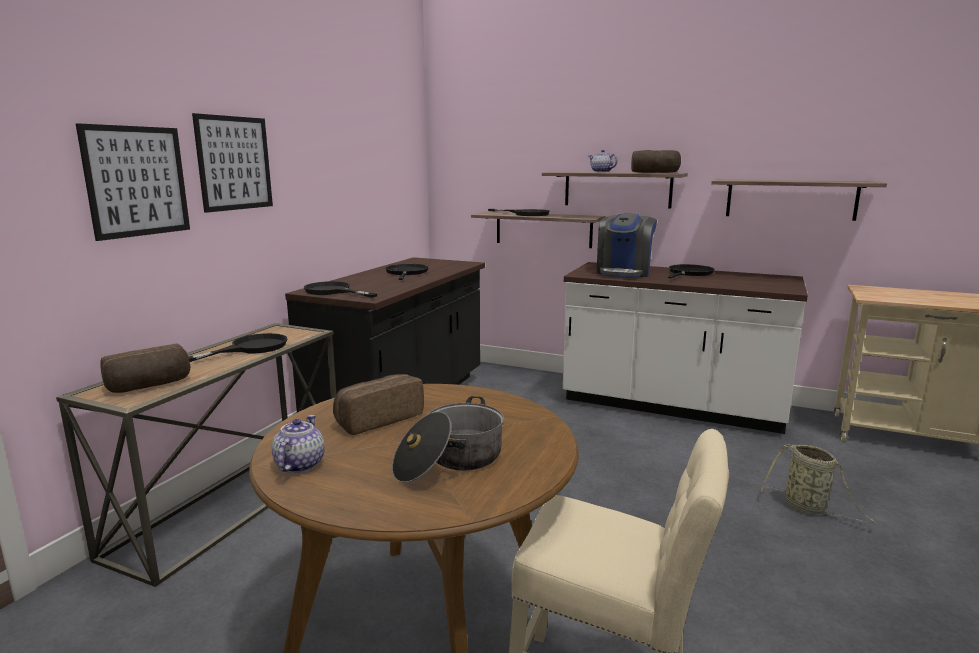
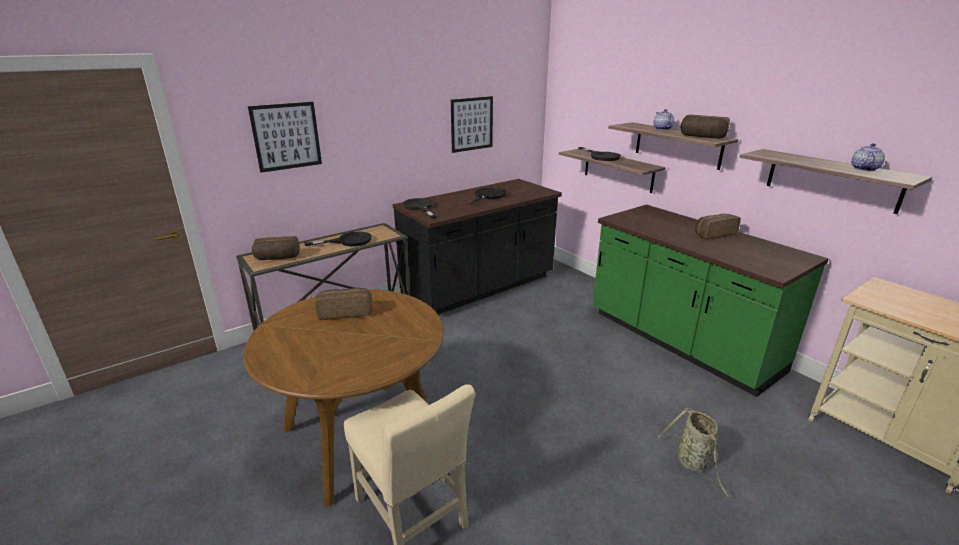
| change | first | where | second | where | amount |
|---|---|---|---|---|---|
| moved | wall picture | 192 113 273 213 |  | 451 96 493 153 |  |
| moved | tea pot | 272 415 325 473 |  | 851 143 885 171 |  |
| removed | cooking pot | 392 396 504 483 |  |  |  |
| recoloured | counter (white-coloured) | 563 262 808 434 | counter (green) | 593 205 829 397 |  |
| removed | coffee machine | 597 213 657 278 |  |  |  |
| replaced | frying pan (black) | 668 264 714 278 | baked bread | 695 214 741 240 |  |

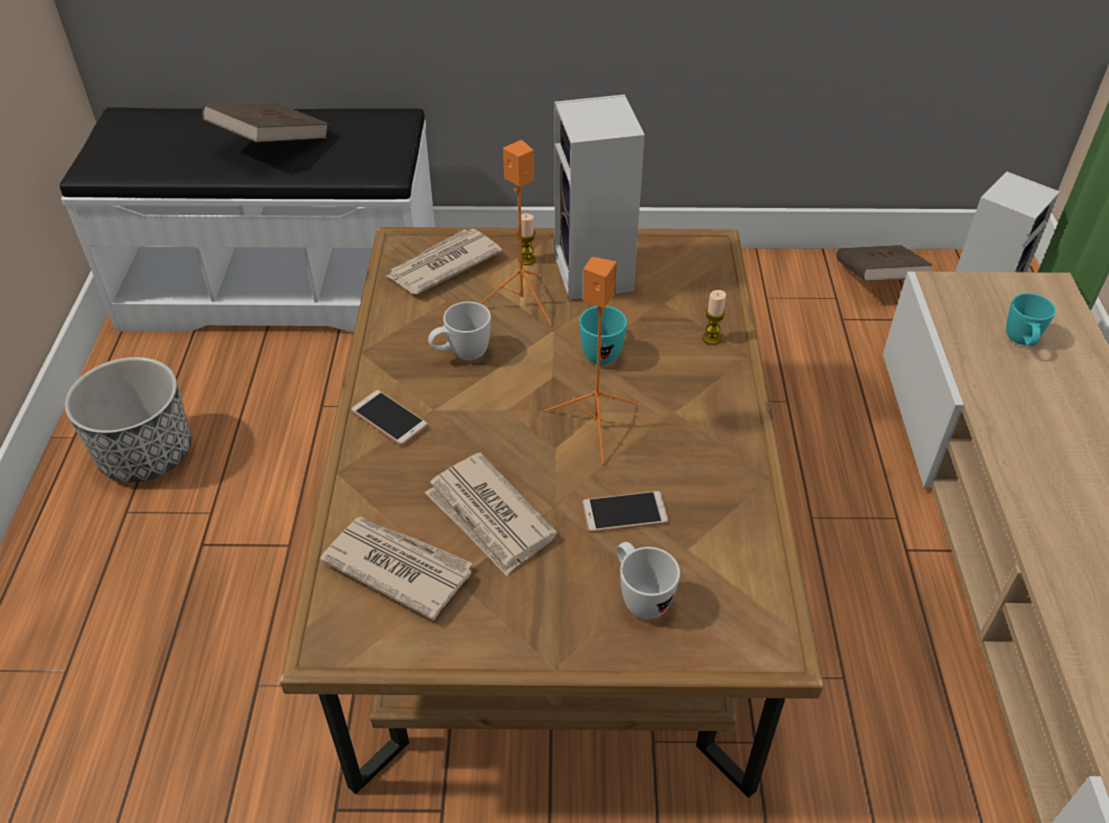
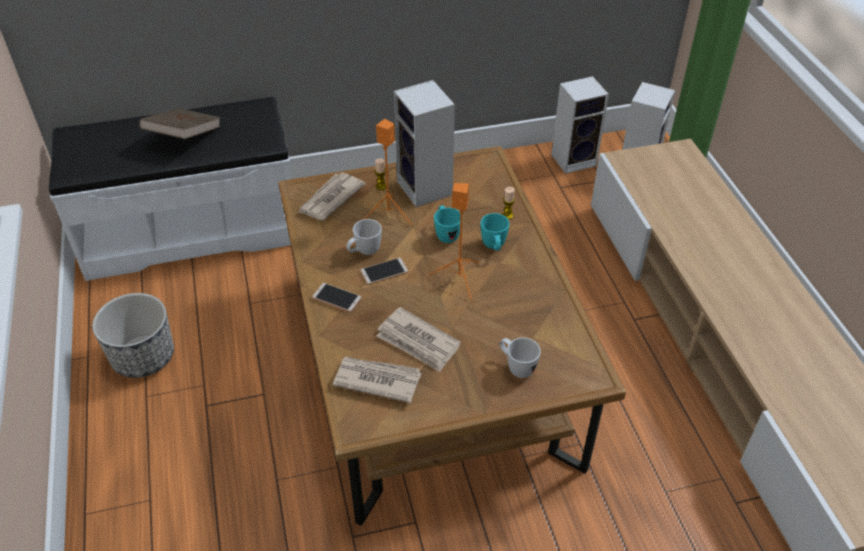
| change | first | where | second | where | amount |
|---|---|---|---|---|---|
| moved | handset | 582 491 669 533 |  | 360 257 409 285 |  |
| replaced | bound book (brownish) | 836 245 933 282 | loudspeaker | 551 76 609 174 |  |
| moved | coffee mug (turquoise-coloured) | 1006 293 1056 346 |  | 481 213 509 251 |  |

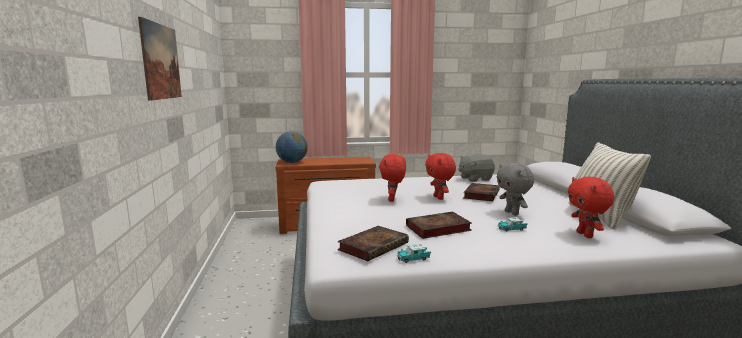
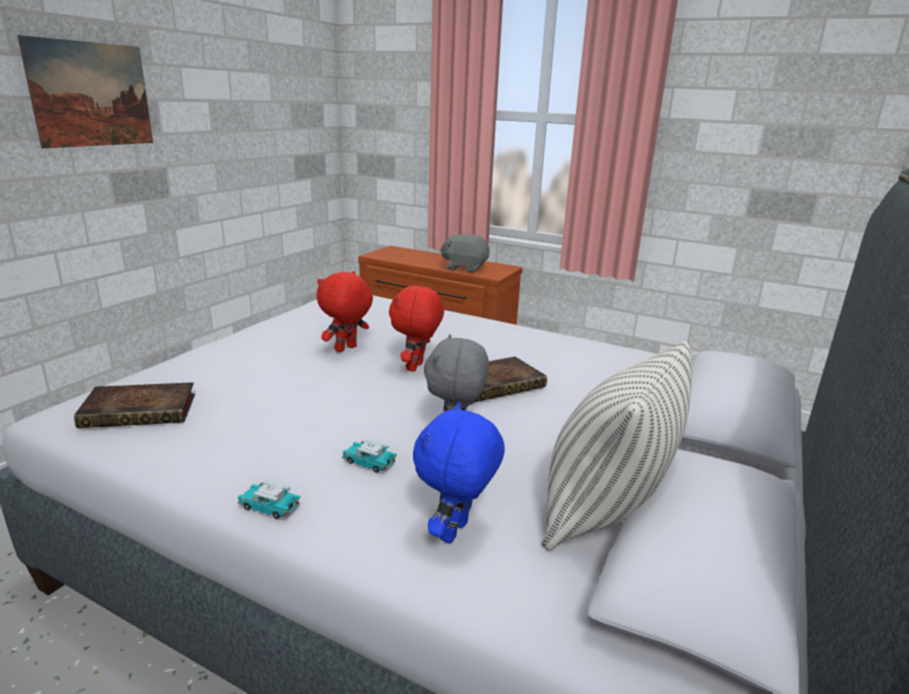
| change | first | where | second | where | amount |
|---|---|---|---|---|---|
| removed | world globe | 276 131 308 163 |  |  |  |
| moved | toy car | 397 244 431 263 |  | 237 481 301 519 |  |
| removed | bound book | 406 212 472 239 |  |  |  |
| moved | plush toy (greyish) | 458 154 495 182 |  | 440 234 489 273 |  |
| recoloured | plush toy (reddish) | 568 177 615 238 | plush toy (bluish) | 413 402 505 543 |  |

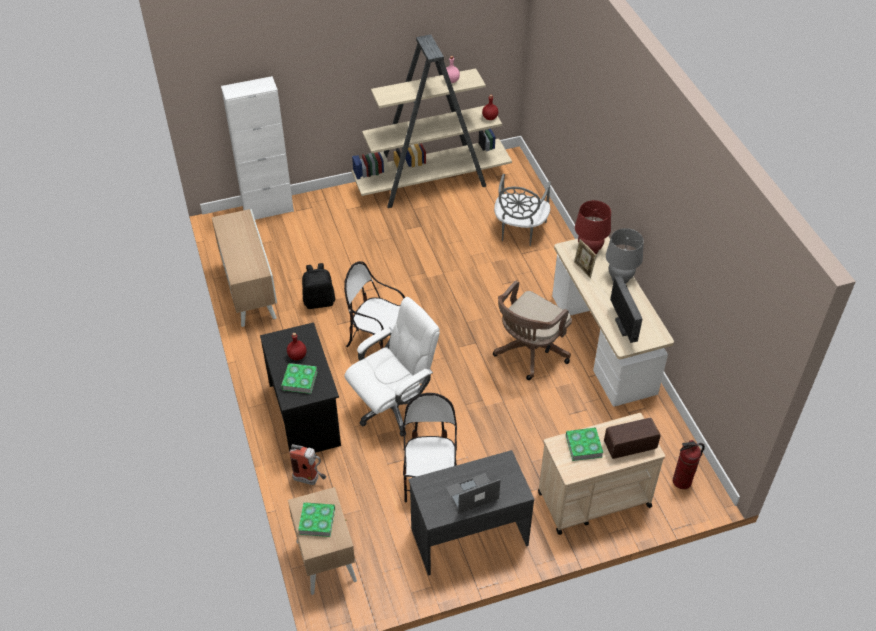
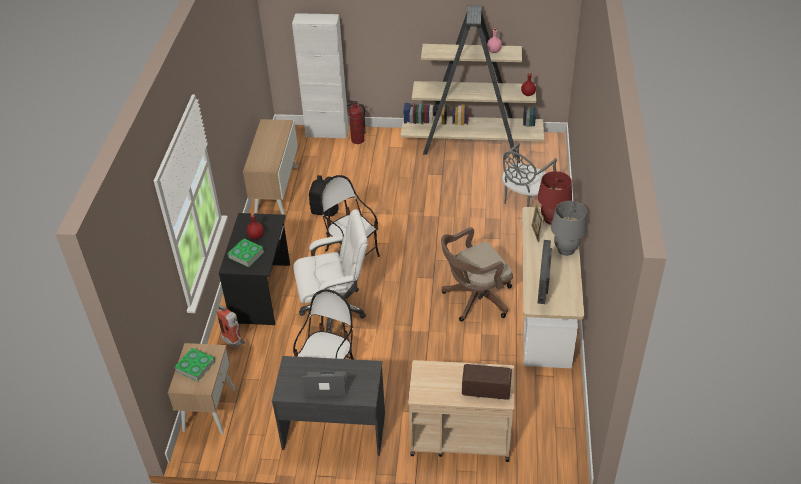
| change | first | where | second | where | amount |
|---|---|---|---|---|---|
| removed | bound book | 566 427 604 461 |  |  |  |
| moved | fire-fighting cylinder | 673 440 705 489 |  | 347 100 366 144 |  |

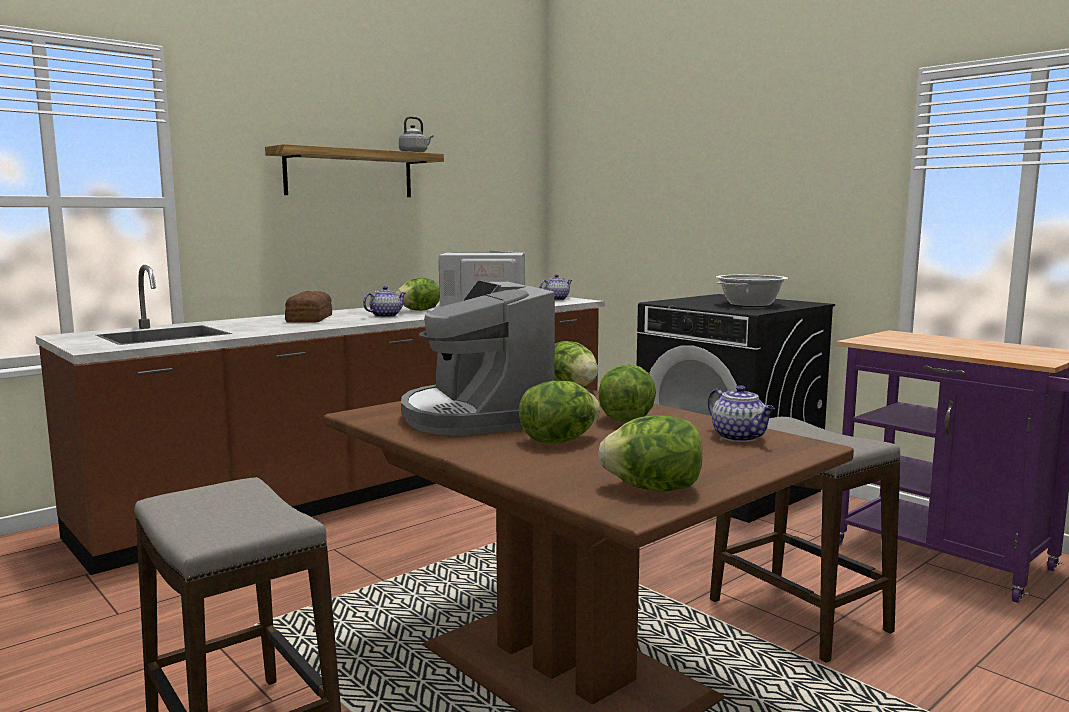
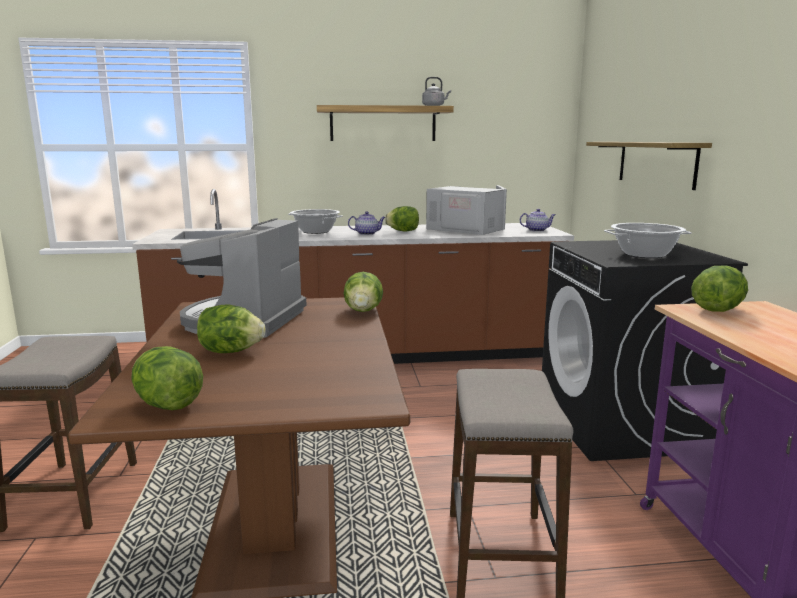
| change | first | where | second | where | amount |
|---|---|---|---|---|---|
| replaced | baked bread | 285 291 332 323 | cooking pot | 288 209 343 234 |  |
| moved | lettuce | 599 364 656 422 |  | 691 266 748 312 |  |
| removed | tea pot | 708 385 775 442 |  |  |  |
| added |  |  | wall shelf | 586 142 712 190 |  |

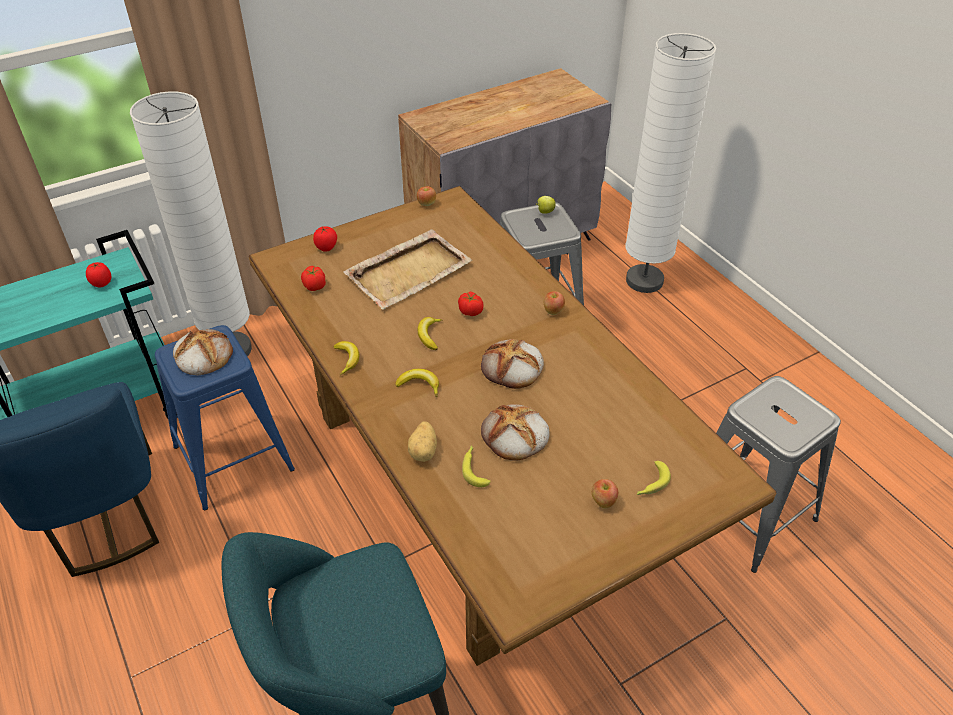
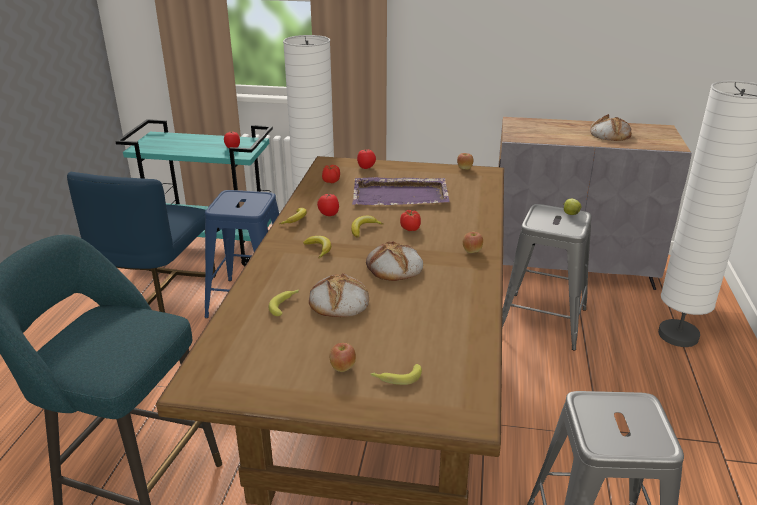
| change | first | where | second | where | amount |
|---|---|---|---|---|---|
| moved | baked bread | 173 329 233 375 |  | 590 114 632 141 |  |
| recoloured | tray (beige) | 344 229 473 310 | tray (purple-coloured) | 352 177 450 205 |  |
| removed | whole potato | 408 421 437 462 |  |  |  |
| added |  |  | fresh tomato | 317 193 339 216 |  |

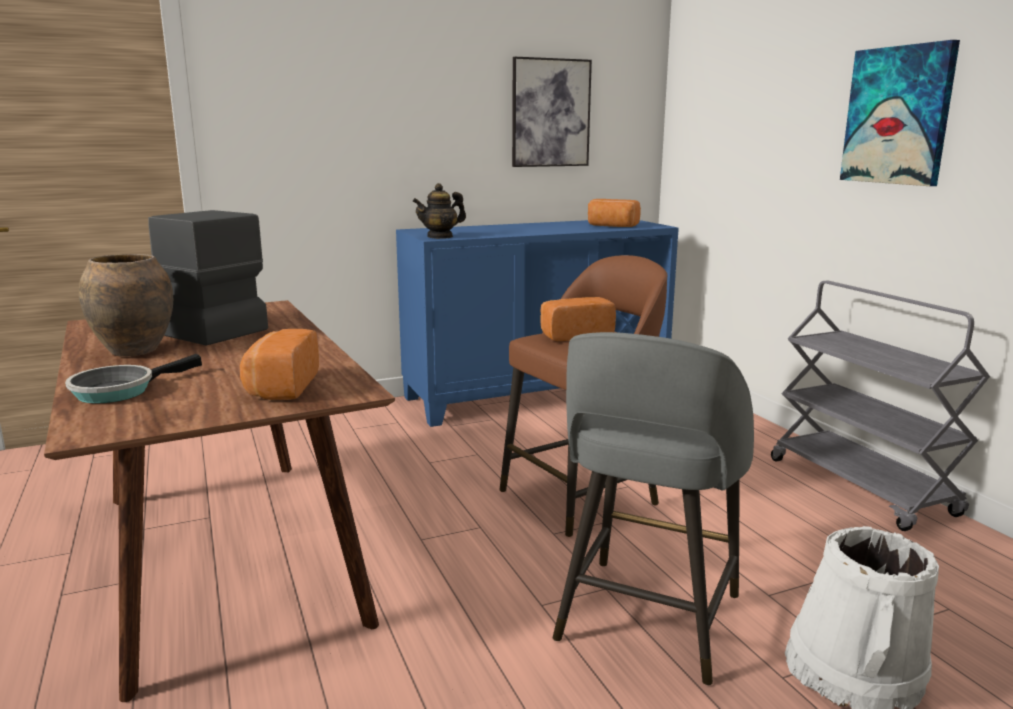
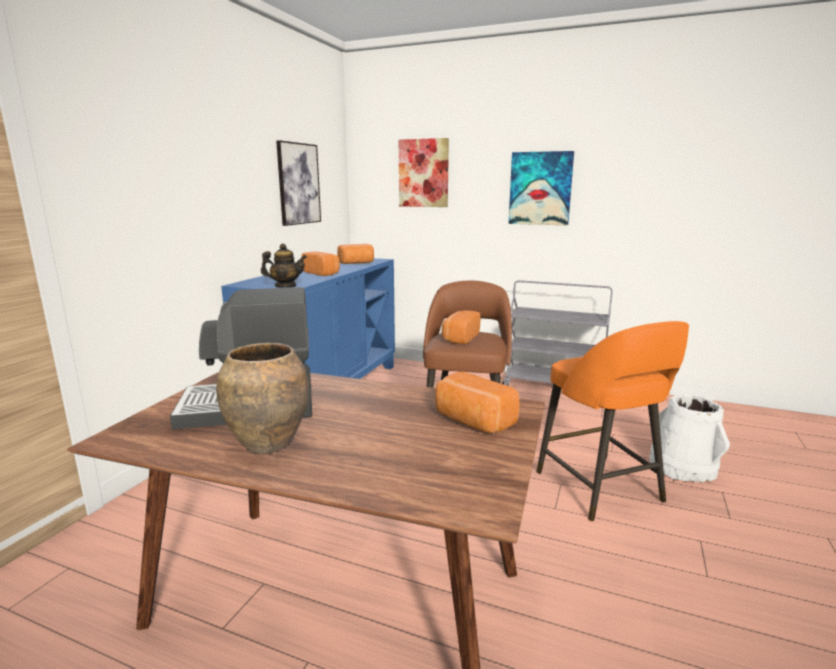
| change | first | where | second | where | amount |
|---|---|---|---|---|---|
| removed | frying pan | 65 354 202 403 |  |  |  |
| turned | tea pot | 413 183 466 239 |  | 261 244 307 287 | 105 degrees counterclockwise |
| recoloured | stool seat (greyish) | 553 332 754 685 | stool seat (orange) | 536 321 689 521 |  |
| added |  |  | baked bread | 302 251 340 276 |  |
| added |  |  | wall picture | 399 138 449 207 |  |

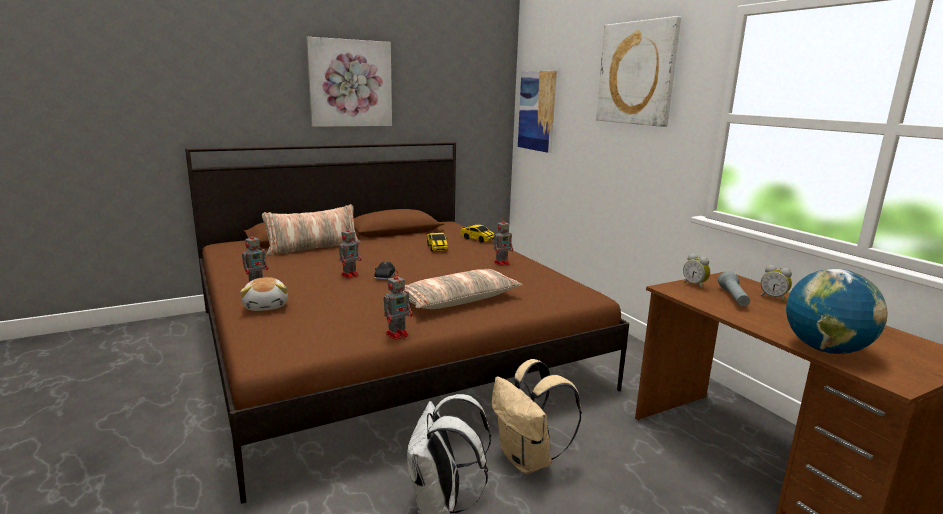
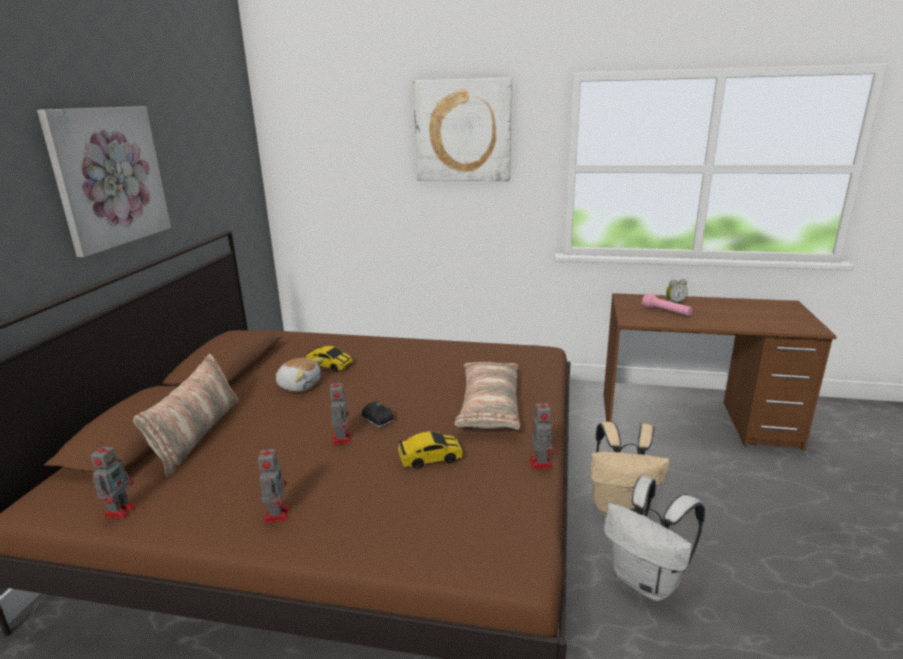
| change | first | where | second | where | amount |
|---|---|---|---|---|---|
| moved | plush toy | 240 277 288 311 |  | 276 358 324 392 |  |
| moved | toy car | 460 225 494 243 |  | 398 431 463 469 |  |
| moved | toy robot | 494 217 513 266 |  | 91 441 136 519 |  |
| removed | wall picture | 518 71 557 153 |  |  |  |
| removed | alarm clock | 683 253 710 289 |  |  |  |
| recoloured | torch (greyish) | 718 271 750 307 | torch (pink) | 642 293 692 316 |  |
| removed | world globe | 786 269 888 354 |  |  |  |

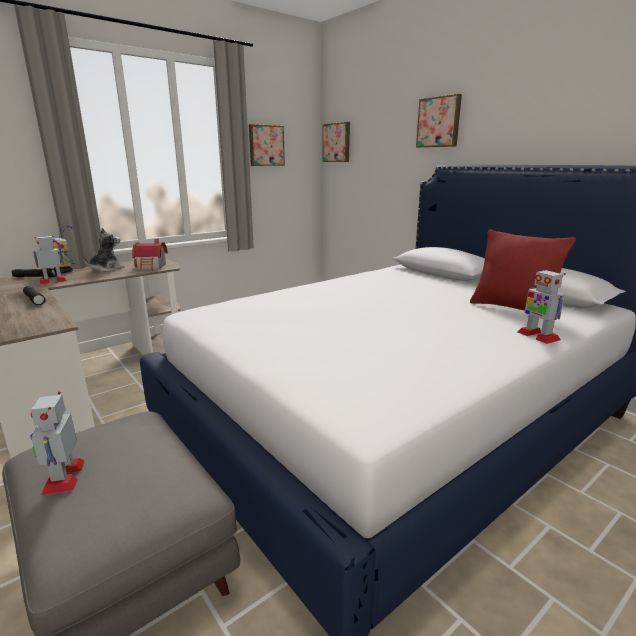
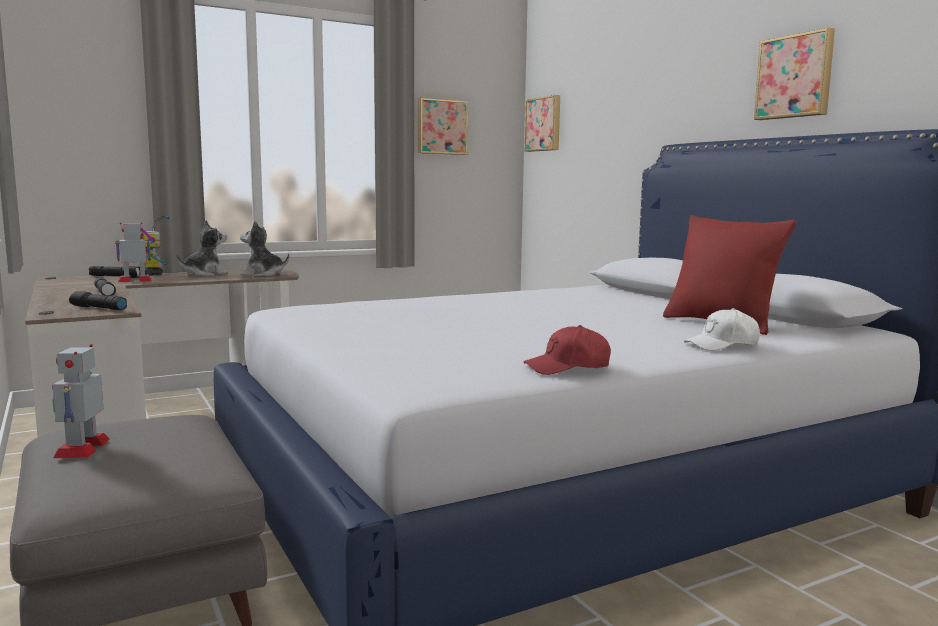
| change | first | where | second | where | amount |
|---|---|---|---|---|---|
| replaced | miniature house | 132 239 168 271 | plush toy | 240 221 289 277 |  |
| moved | wall picture | 416 94 462 148 |  | 754 28 835 120 |  |
| replaced | toy robot | 518 268 566 344 | peaked cap (white-coloured) | 684 308 760 351 |  |
| added |  |  | torch (black) | 69 291 127 310 |  |
| added |  |  | peaked cap (reddish) | 523 325 611 375 |  |

